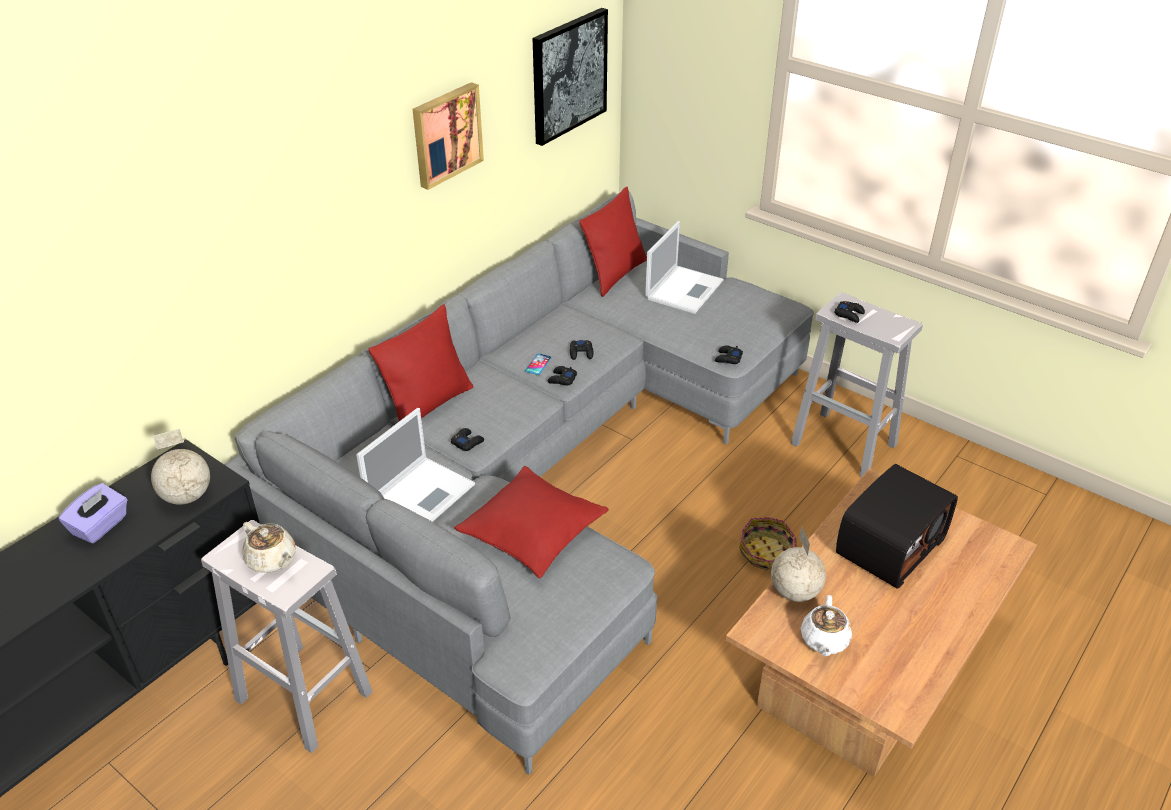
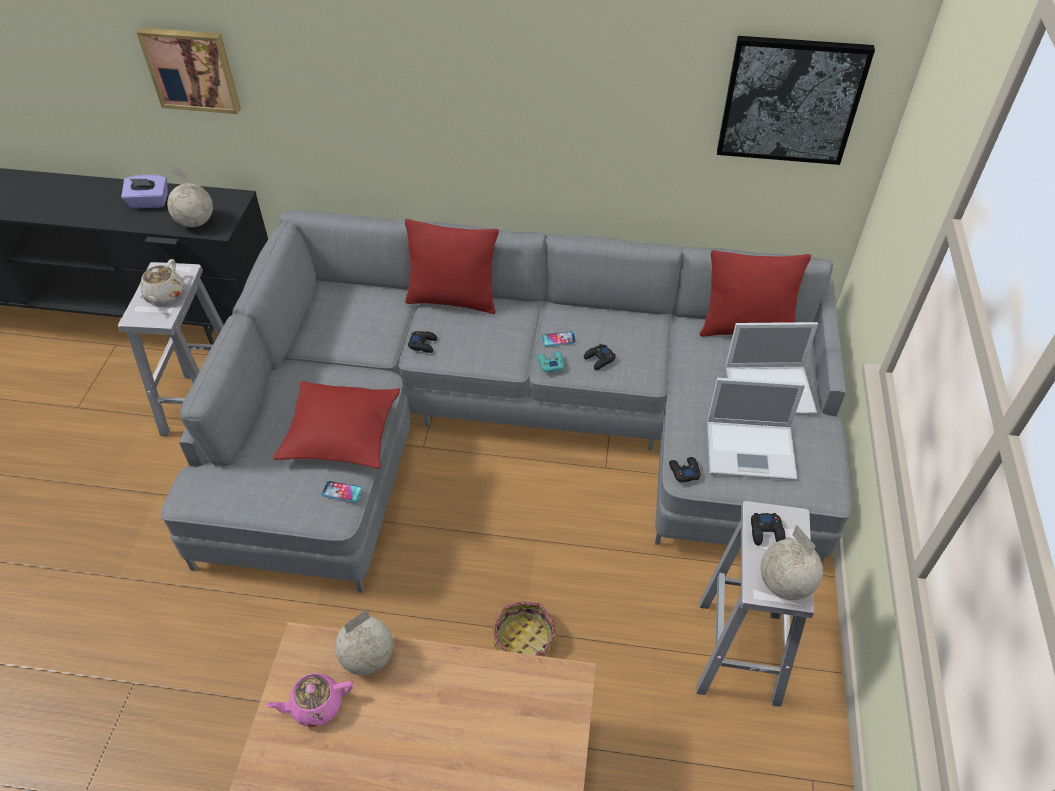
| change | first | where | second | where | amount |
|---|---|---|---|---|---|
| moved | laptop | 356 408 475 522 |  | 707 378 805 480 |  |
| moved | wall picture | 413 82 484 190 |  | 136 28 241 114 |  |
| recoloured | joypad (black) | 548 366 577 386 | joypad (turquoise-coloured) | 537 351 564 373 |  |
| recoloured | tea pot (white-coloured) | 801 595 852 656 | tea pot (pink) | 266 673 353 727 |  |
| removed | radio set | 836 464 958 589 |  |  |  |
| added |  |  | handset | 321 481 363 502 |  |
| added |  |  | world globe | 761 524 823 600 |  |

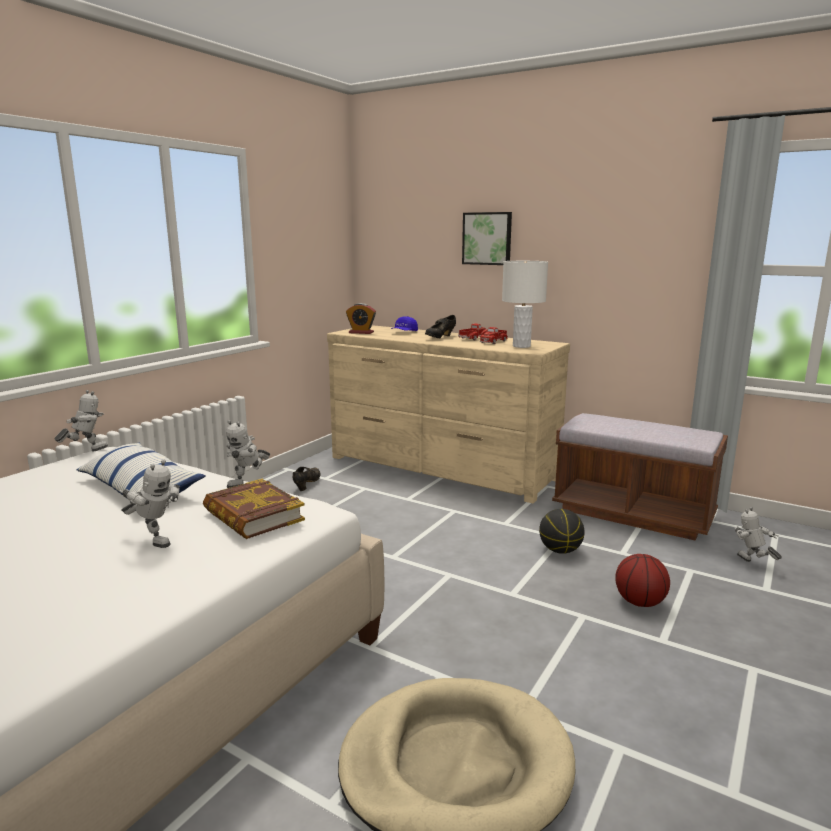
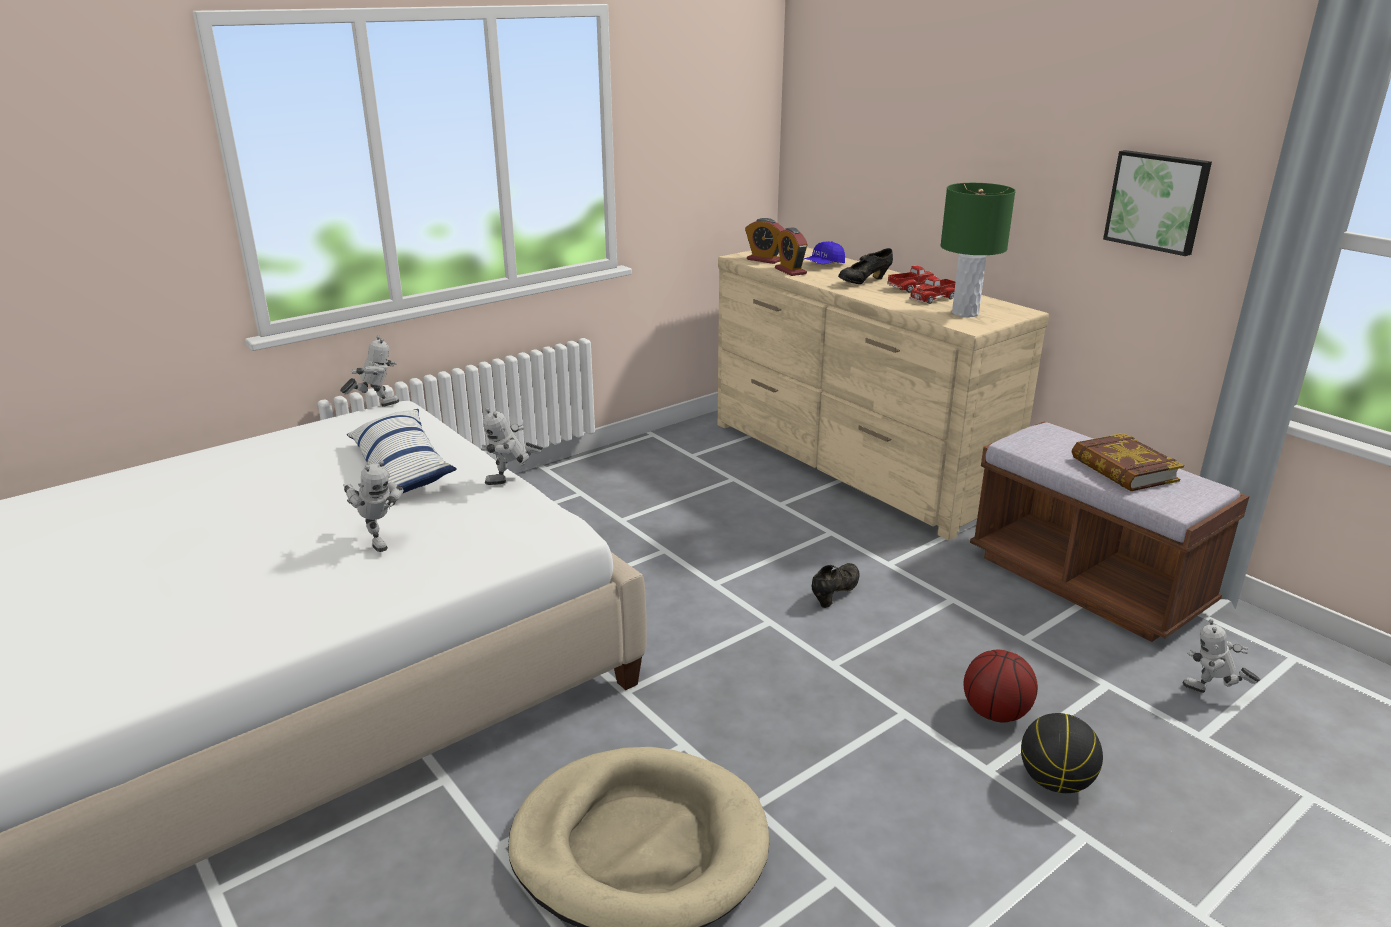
| change | first | where | second | where | amount |
|---|---|---|---|---|---|
| moved | bound book | 203 479 305 539 |  | 1072 433 1184 491 |  |
| moved | item of footwear (black) | 293 467 321 491 |  | 812 563 860 608 |  |
| moved | wall picture | 462 212 512 265 |  | 1103 150 1212 256 |  |
| recoloured | lamp for a table (white-coloured) | 502 261 548 348 | lamp for a table (green) | 941 183 1016 317 |  |
| moved | basketball | 539 509 585 554 |  | 1021 713 1103 793 |  |
| turned | toy robot | 735 507 782 562 |  | 1182 619 1260 693 | 60 degrees counterclockwise |
| added |  |  | alarm clock | 775 228 808 276 |  |

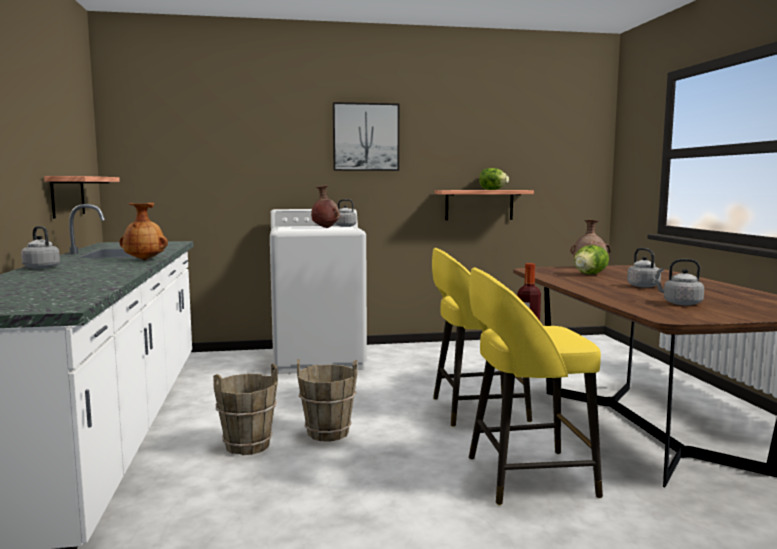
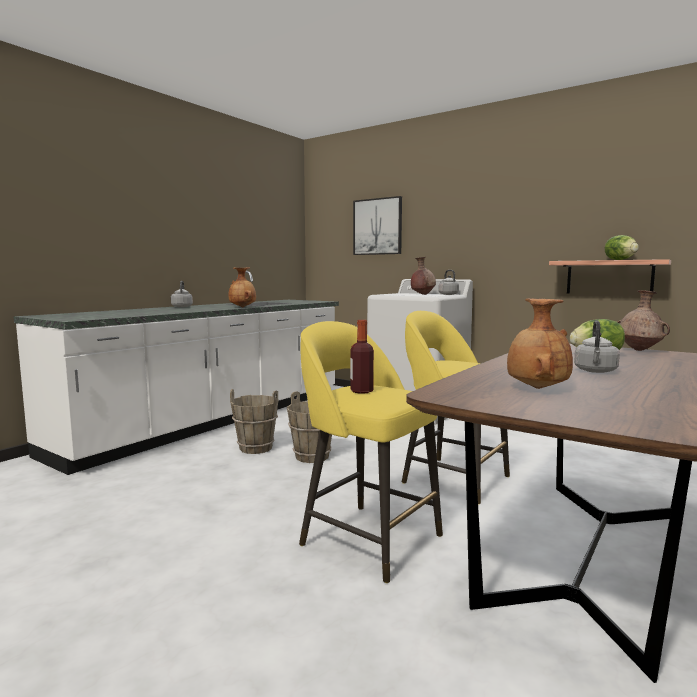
| change | first | where | second | where | amount |
|---|---|---|---|---|---|
| removed | wall shelf | 44 176 120 219 |  |  |  |
| moved | wall picture | 333 102 399 171 |  | 353 196 402 255 |  |
| replaced | kettle (greyish) | 653 259 704 305 | flower vase (brownish) | 507 299 573 389 |  |

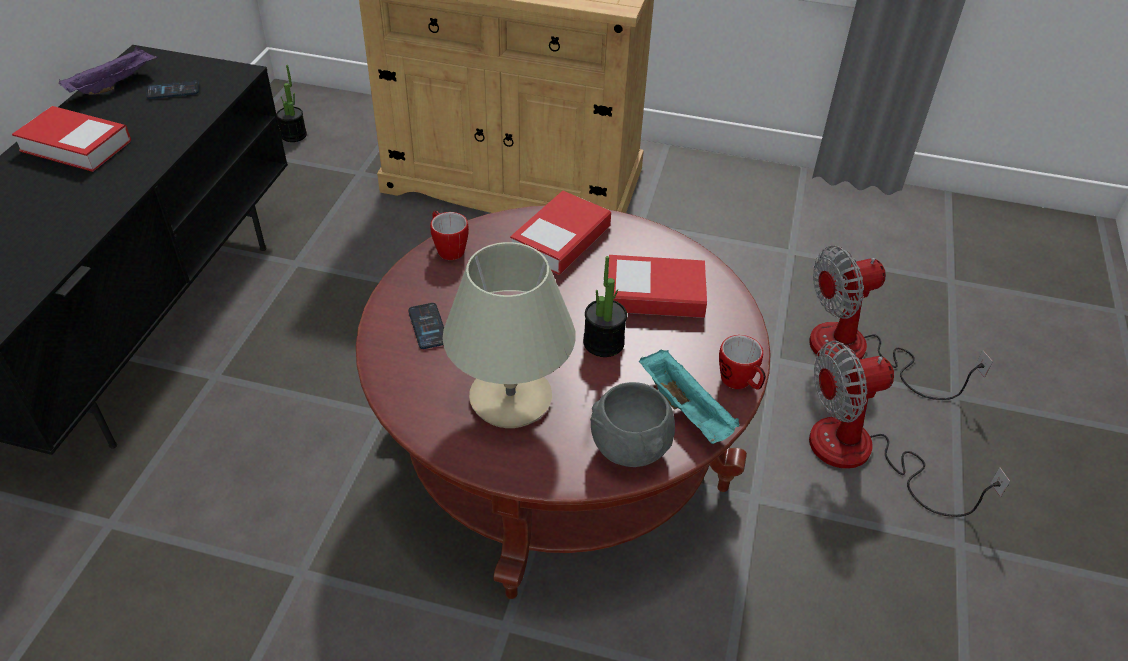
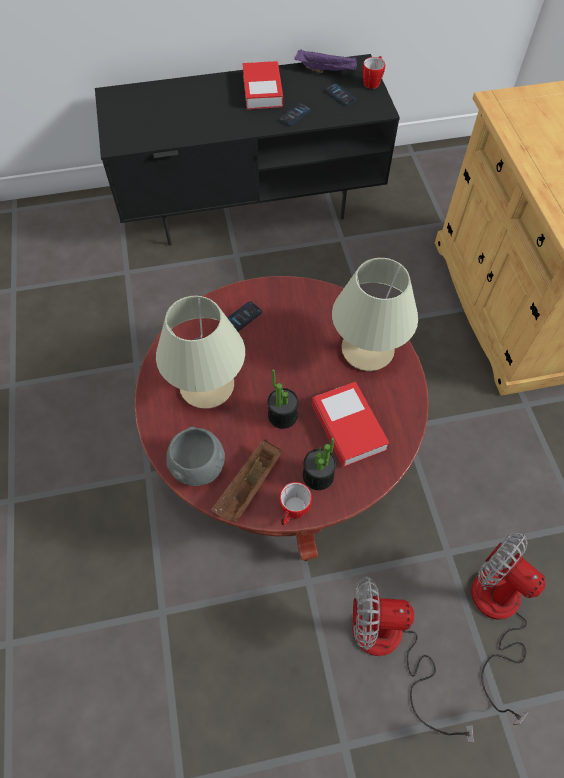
| change | first | where | second | where | amount |
|---|---|---|---|---|---|
| moved | houseplant | 277 65 307 142 |  | 303 438 336 490 |  |
| moved | coffee mug | 430 211 469 260 |  | 362 56 385 89 |  |
| replaced | bound book | 510 191 611 275 | lamp for a table (beige) | 332 258 418 371 |  |
| recoloured | tray (turquoise-coloured) | 639 349 739 444 | tray (brownish) | 211 440 282 522 |  |
| turned | cooling fan | 809 341 1010 517 |  | 352 577 474 743 | 45 degrees counterclockwise |
| added |  |  | handset | 279 103 311 126 |  |

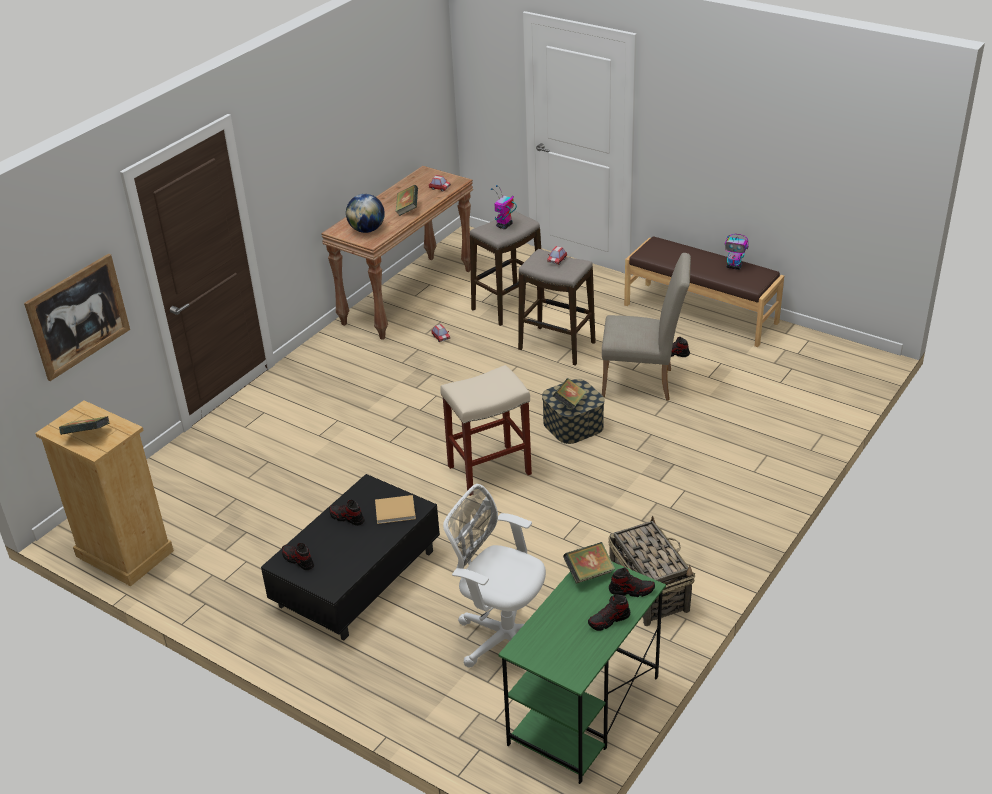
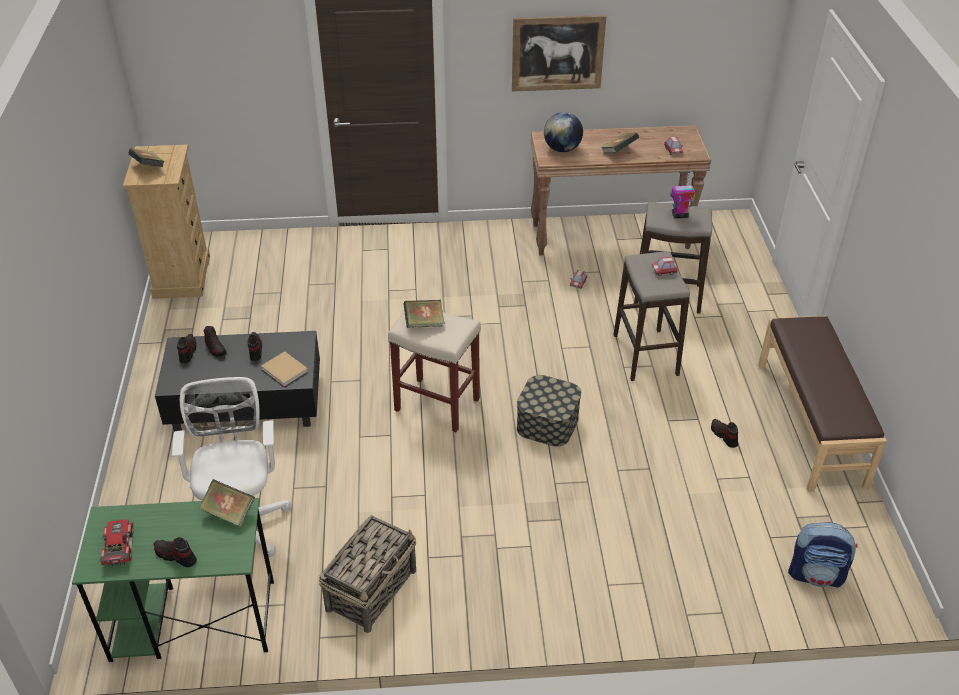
| change | first | where | second | where | amount |
|---|---|---|---|---|---|
| moved | wall picture | 24 254 130 381 |  | 512 15 606 91 |  |
| moved | bound book | 553 378 586 410 |  | 403 300 445 328 |  |
| removed | upright chair (beige) | 602 253 691 400 |  |  |  |
| moved | item of footwear | 609 568 655 597 |  | 204 326 227 357 |  |
| removed | toy robot | 725 234 748 270 |  |  |  |
| added |  |  | toy car | 100 519 134 567 |  |
| added |  |  | knapsack | 788 522 857 588 |  |

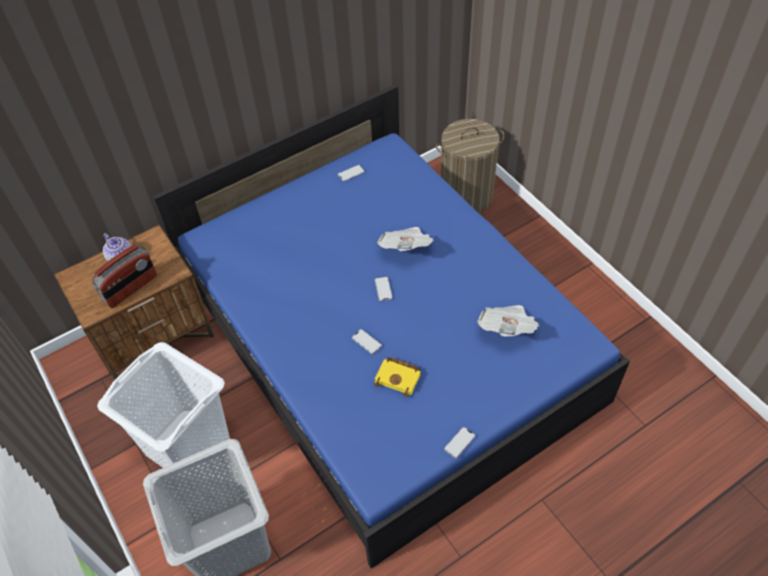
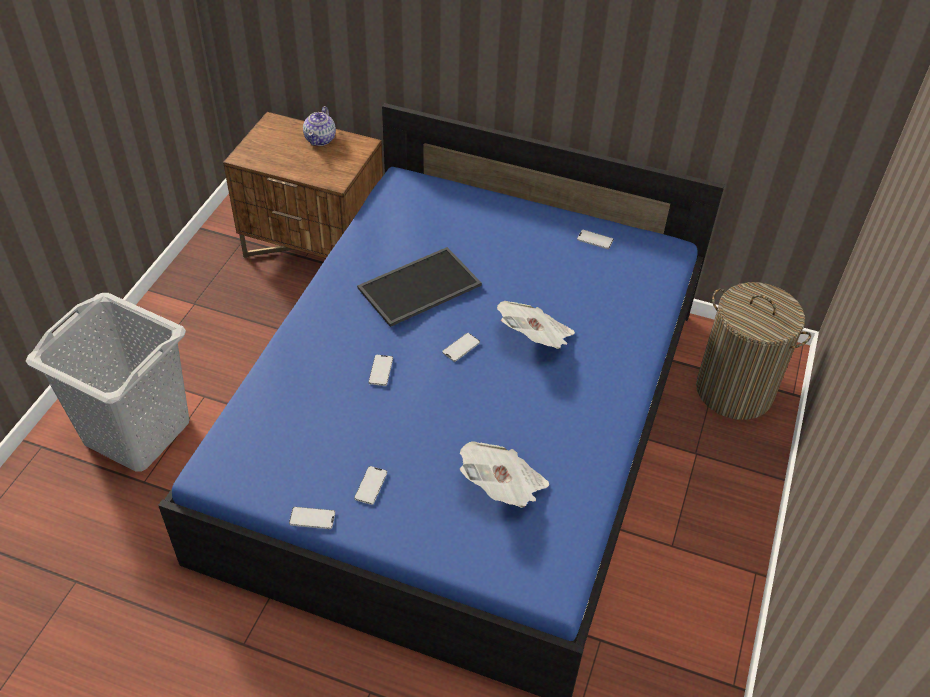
| change | first | where | second | where | amount |
|---|---|---|---|---|---|
| removed | radio set | 92 244 157 308 |  |  |  |
| removed | washing basket (white-coloured) | 97 342 230 468 |  |  |  |
| removed | bound book (yellow-coloured) | 374 357 421 397 |  |  |  |
| added |  |  | handset | 354 466 387 505 |  |
| added |  |  | tray | 357 247 482 327 |  |

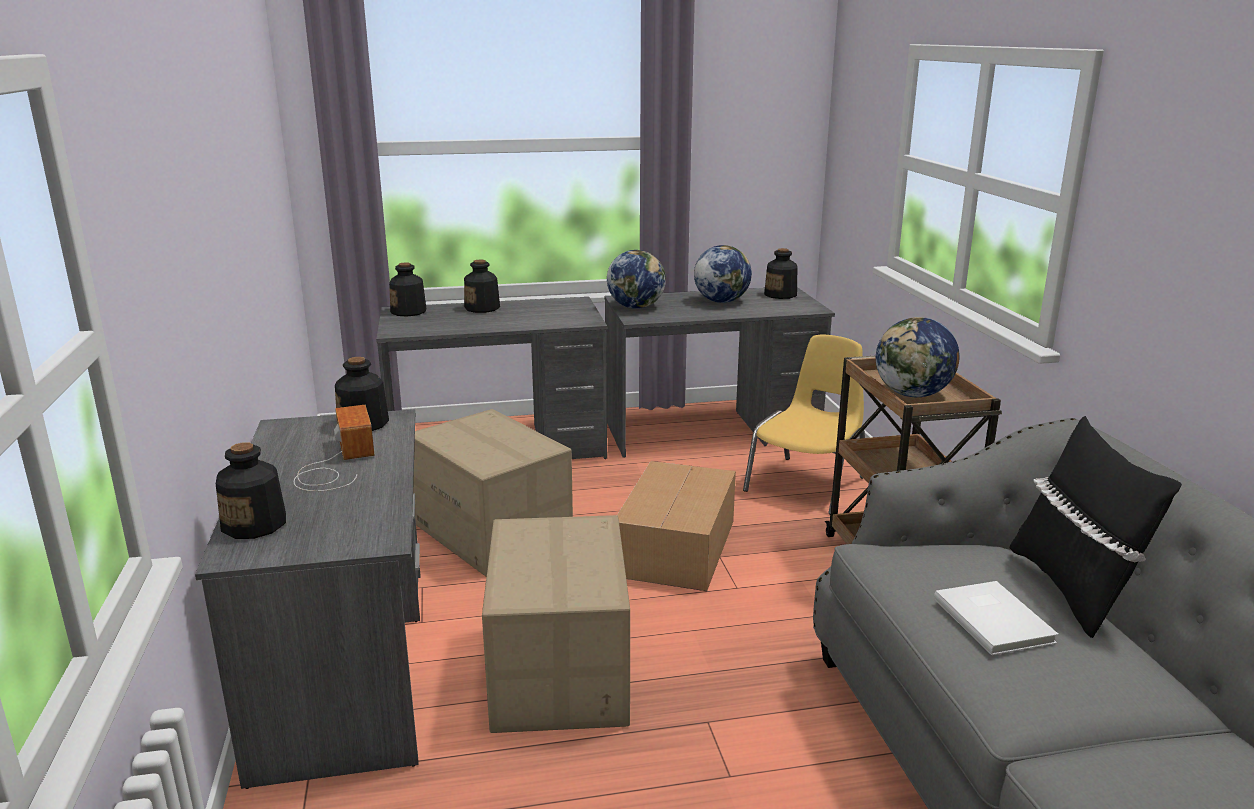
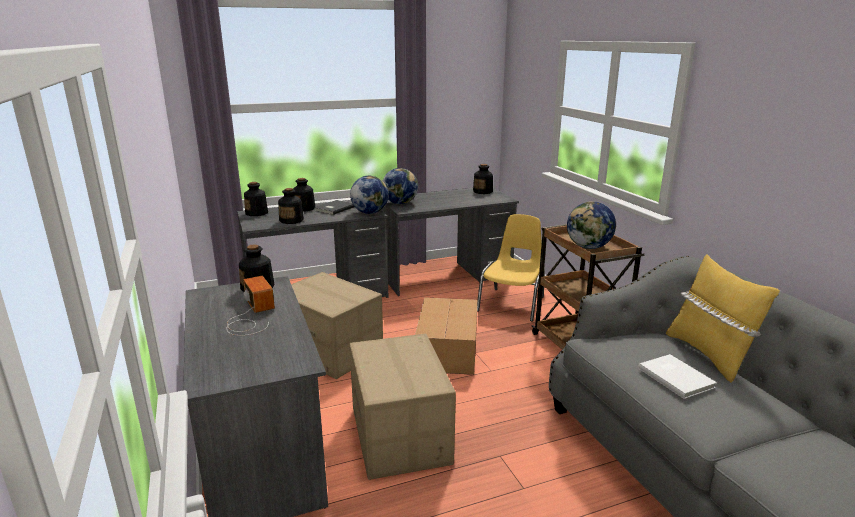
| change | first | where | second | where | amount |
|---|---|---|---|---|---|
| moved | bottle | 216 442 286 539 |  | 278 188 304 224 |  |
| moved | world globe | 694 245 752 303 |  | 350 176 389 214 |  |
| recoloured | cushion (black) | 1010 416 1182 638 | cushion (yellow-coloured) | 666 254 780 383 |  |
| added |  |  | bound book (greyish) | 314 200 354 215 |  |

